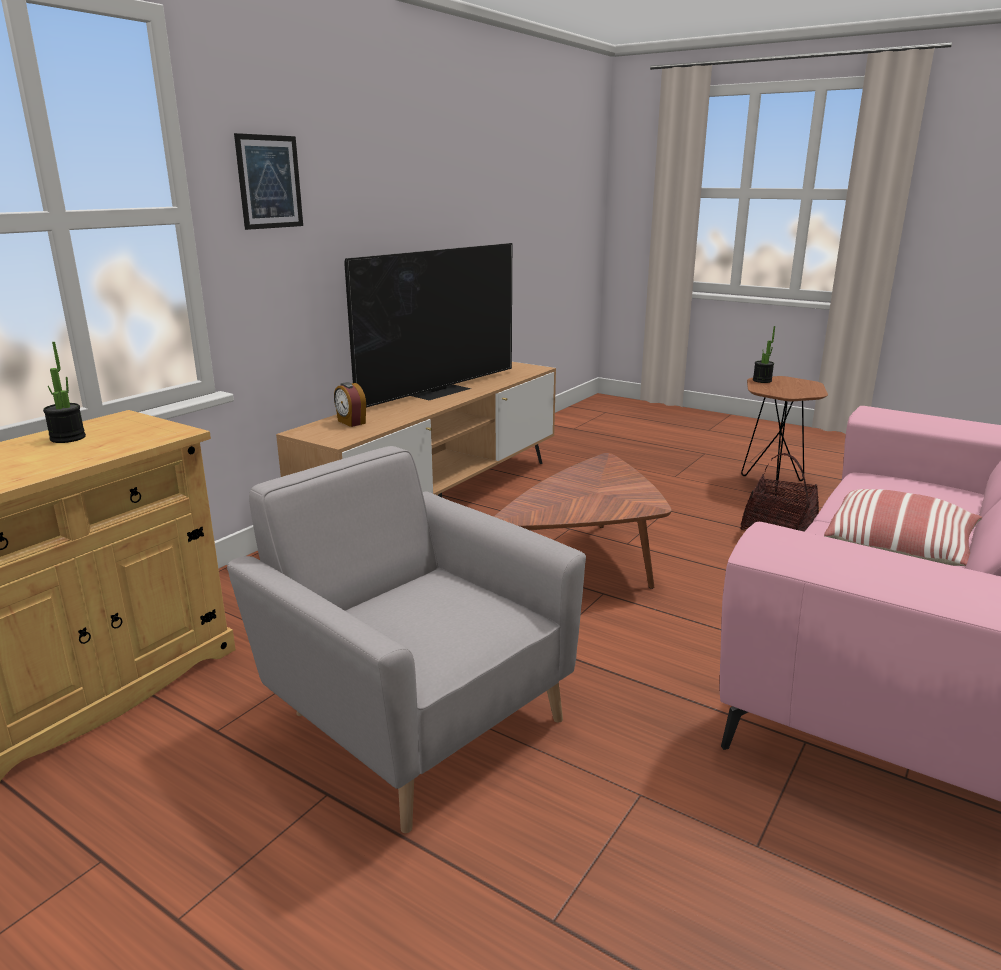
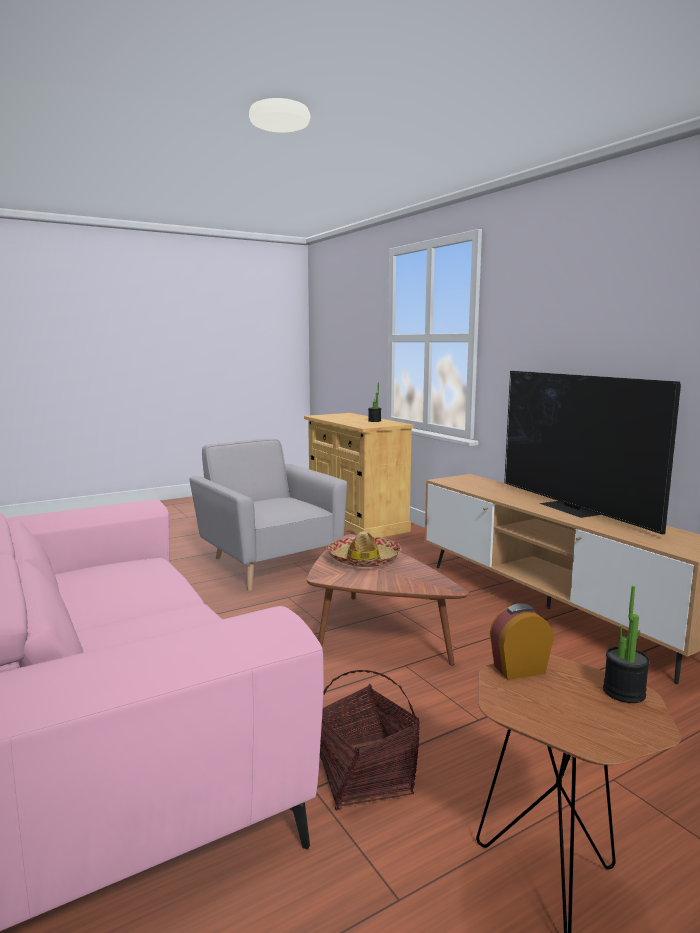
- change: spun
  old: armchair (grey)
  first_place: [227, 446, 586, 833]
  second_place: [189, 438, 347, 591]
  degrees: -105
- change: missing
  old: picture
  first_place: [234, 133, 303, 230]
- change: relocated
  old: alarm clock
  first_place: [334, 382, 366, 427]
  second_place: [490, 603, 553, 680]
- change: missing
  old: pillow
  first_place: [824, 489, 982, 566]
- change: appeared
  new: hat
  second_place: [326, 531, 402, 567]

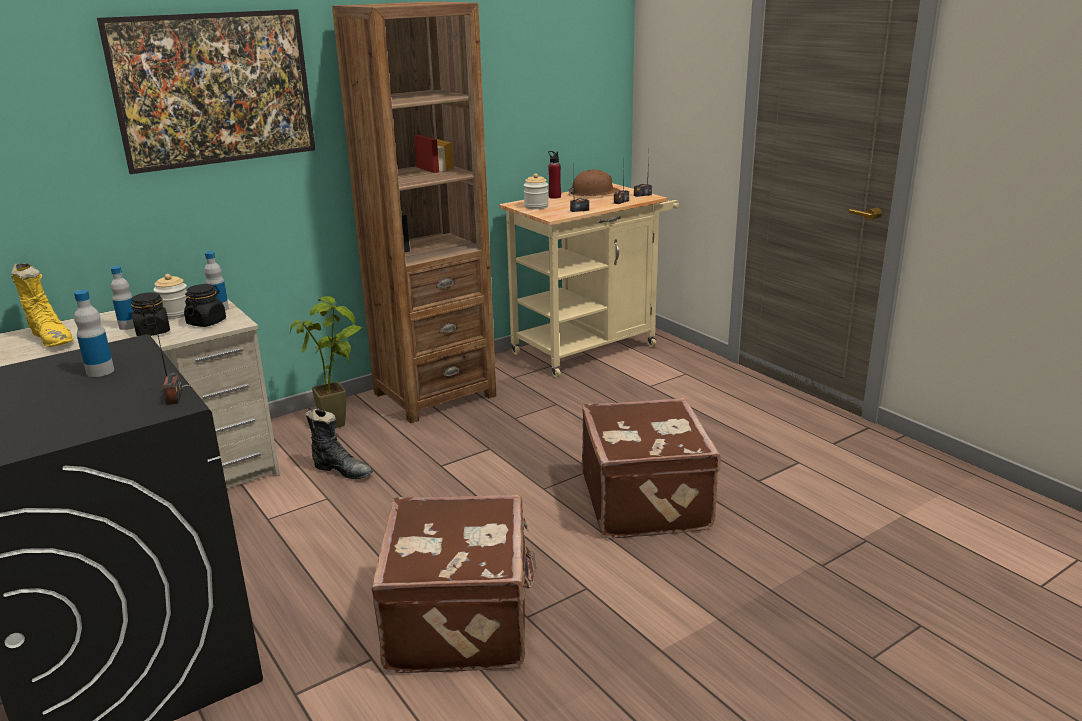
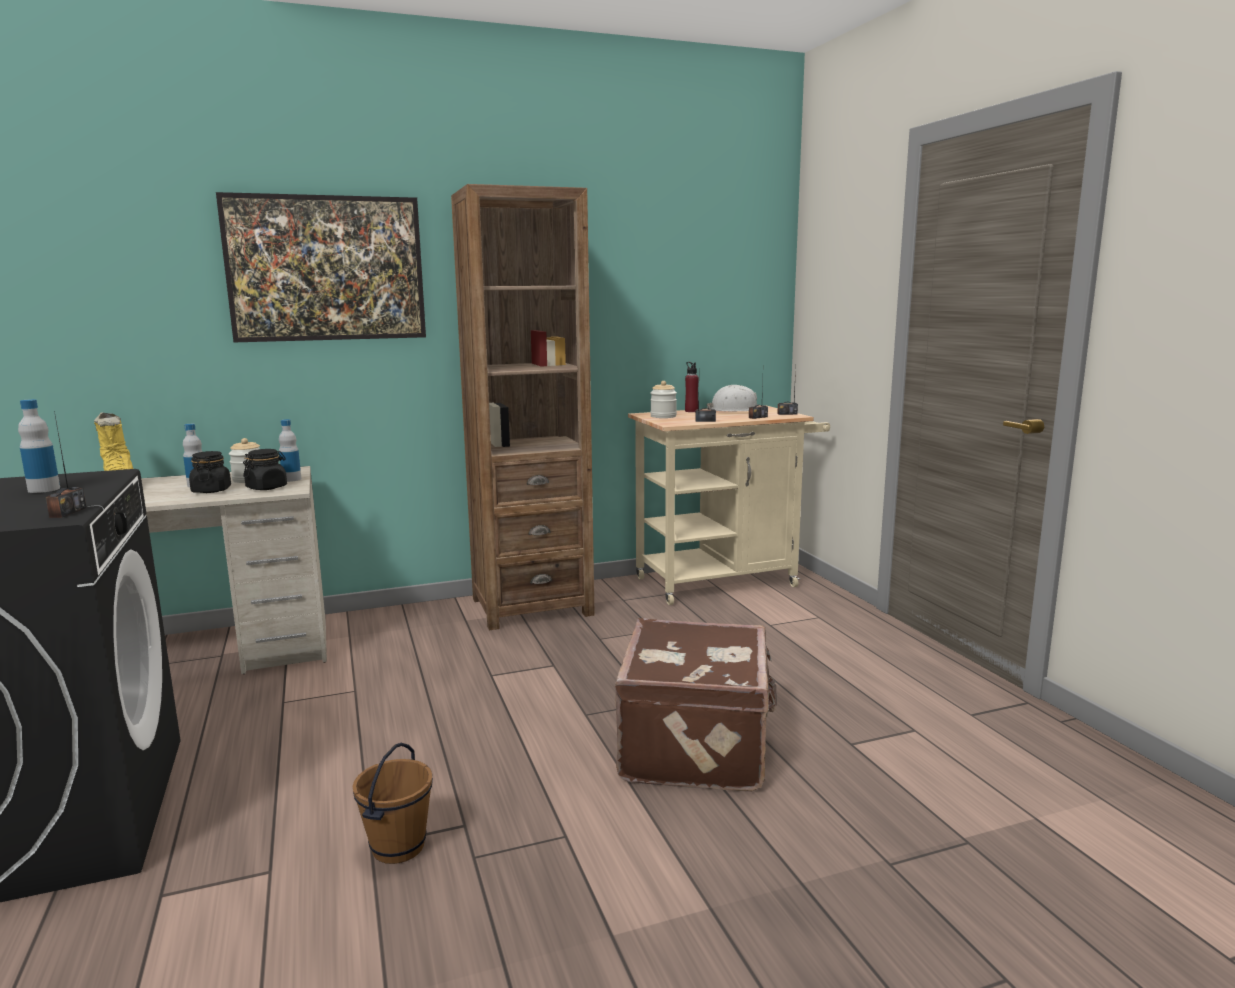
- change: missing
  old: potted plant
  first_place: [290, 296, 365, 428]
- change: missing
  old: boot (black)
  first_place: [305, 408, 373, 479]
- change: exchanged
  old: suitcase (brown)
  new: bucket (brown)
  first_place: [371, 494, 536, 673]
  second_place: [353, 743, 433, 864]
- change: colour
  old: hard hat (brown)
  new: hard hat (white)
  first_place: [569, 170, 621, 196]
  second_place: [707, 385, 757, 412]

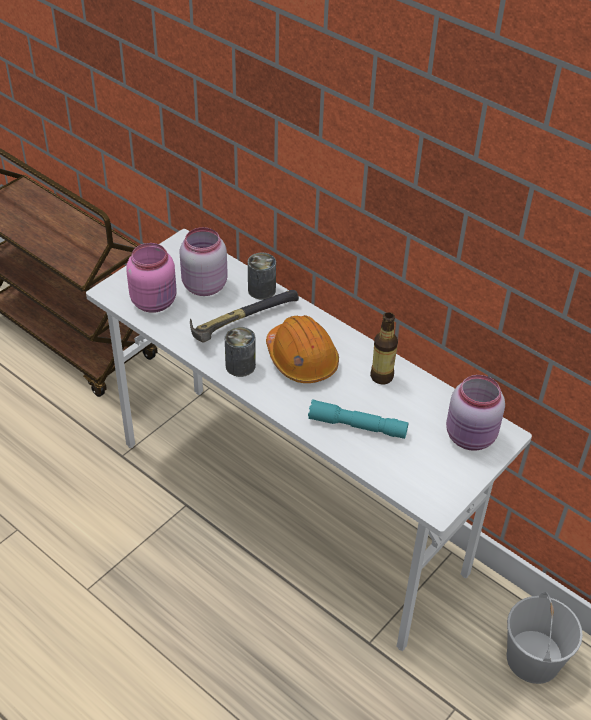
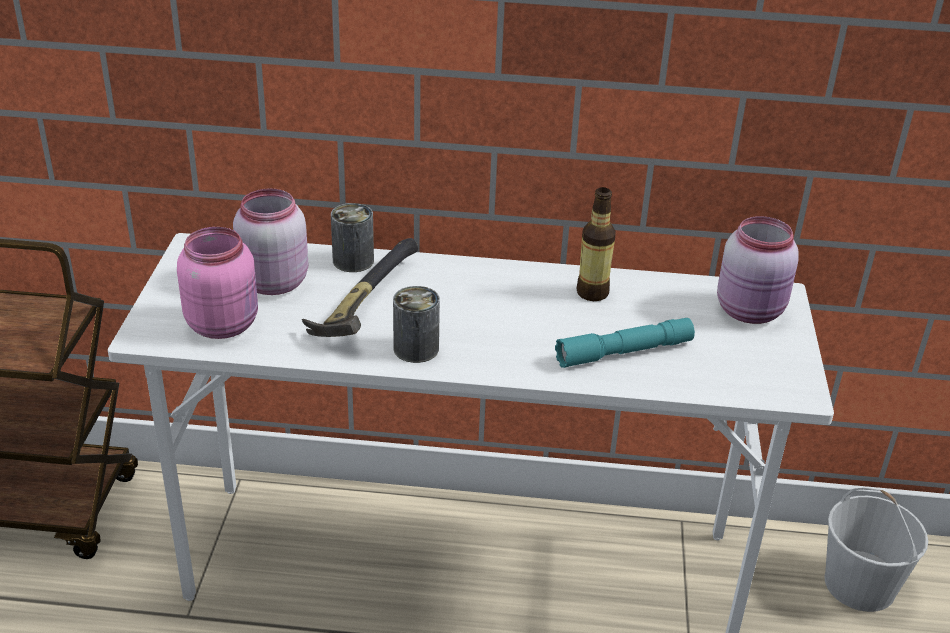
- change: missing
  old: hard hat (orange)
  first_place: [266, 315, 339, 383]

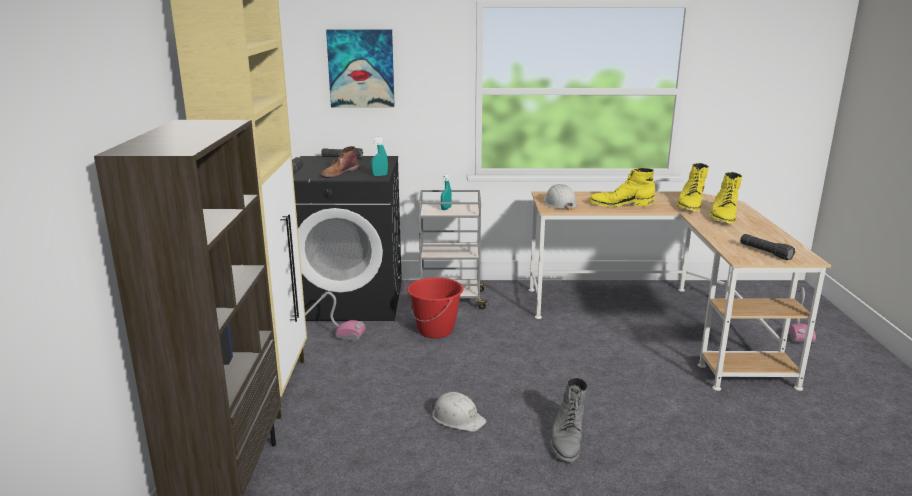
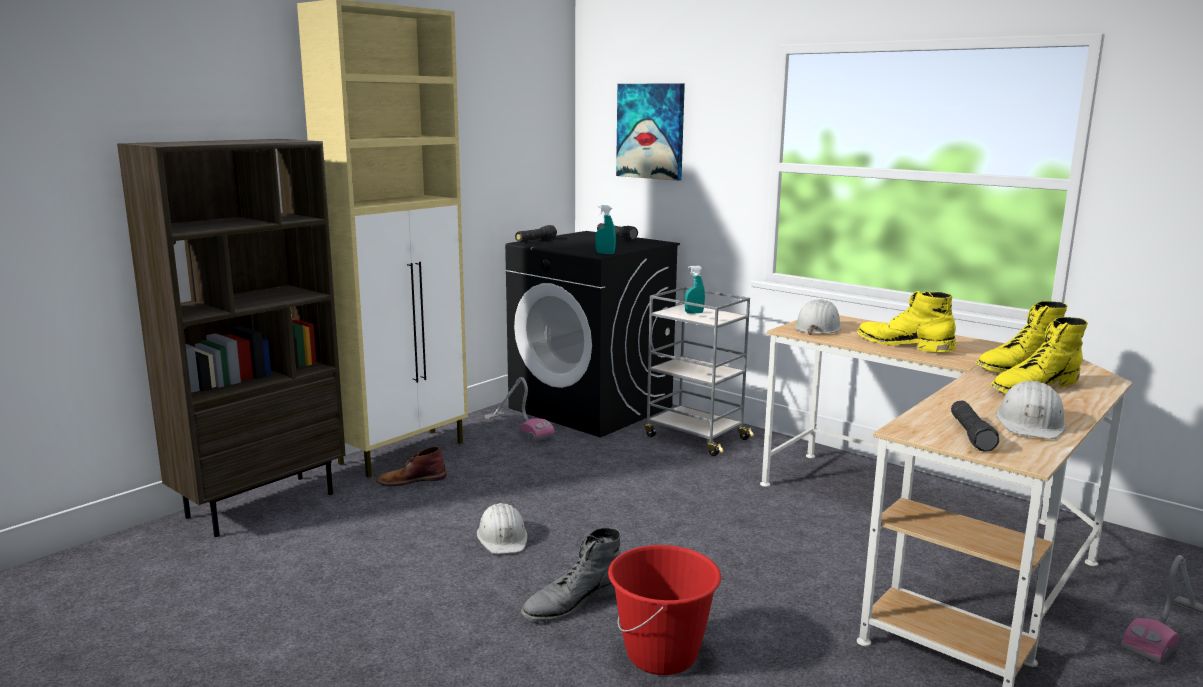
- change: relocated
  old: boot (brown)
  first_place: [320, 146, 359, 178]
  second_place: [376, 447, 447, 486]
- change: relocated
  old: bucket (red)
  first_place: [407, 277, 463, 338]
  second_place: [608, 545, 721, 675]
- change: appeared
  new: hard hat (white)
  second_place: [996, 380, 1066, 439]

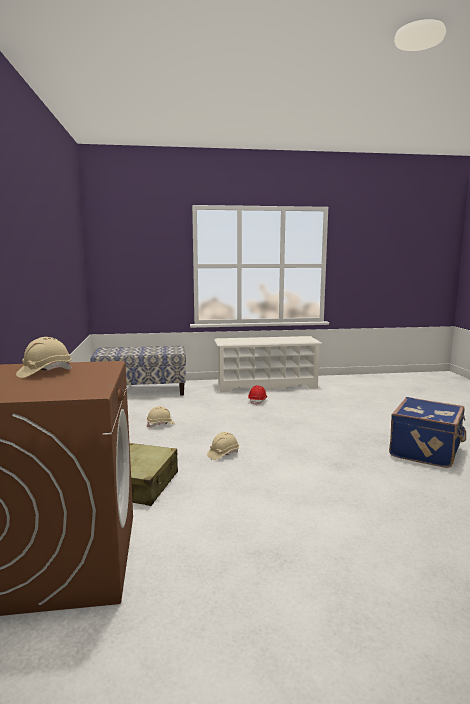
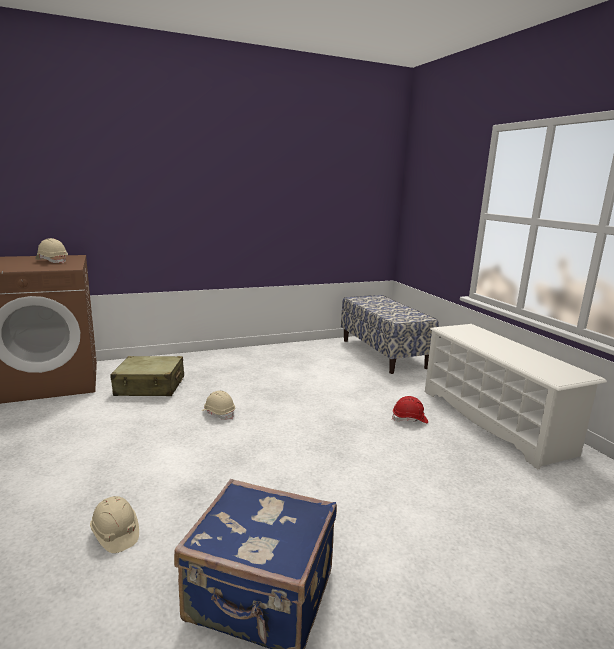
- change: relocated
  old: hard hat (beige)
  first_place: [147, 406, 175, 427]
  second_place: [90, 496, 139, 553]

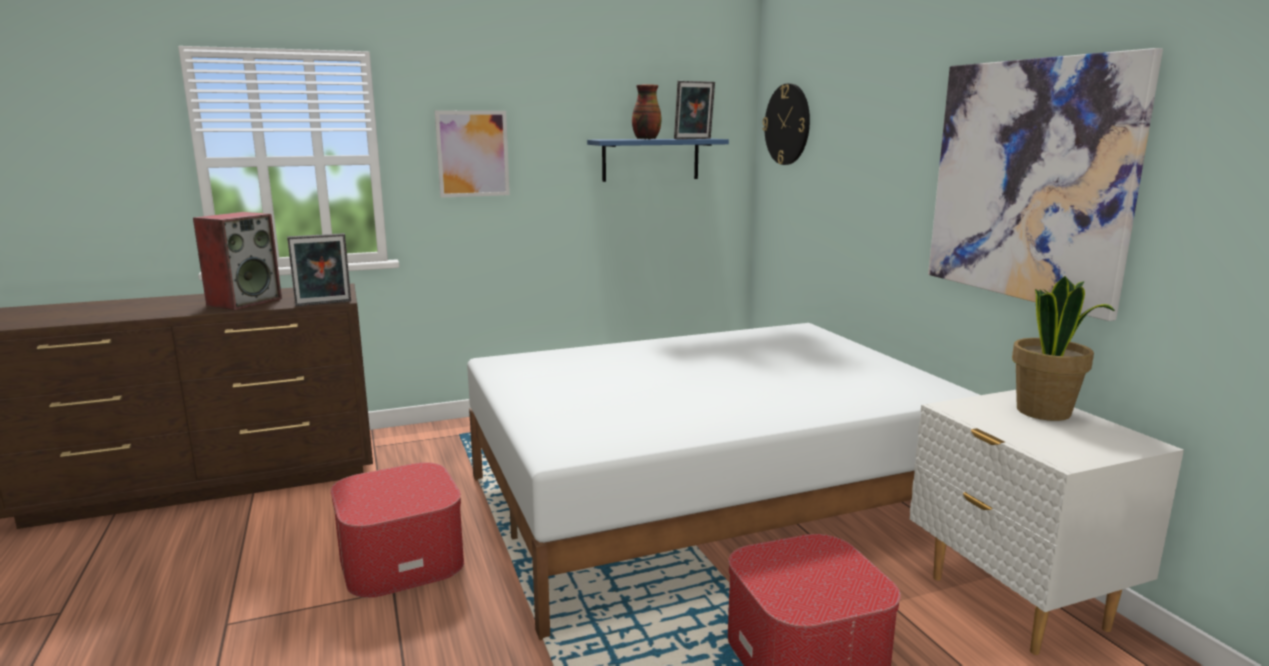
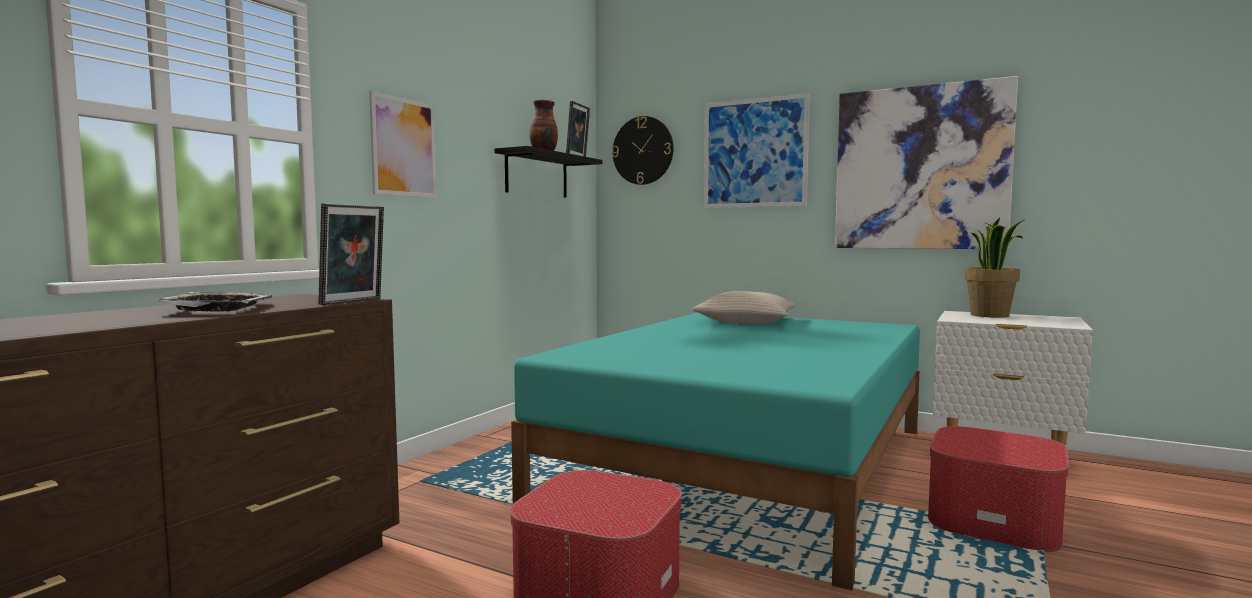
- change: exchanged
  old: speaker
  new: tray
  first_place: [193, 212, 282, 310]
  second_place: [157, 292, 272, 312]
- change: colour
  old: bed (white)
  new: bed (turquoise)
  first_place: [467, 323, 979, 640]
  second_place: [511, 313, 920, 591]
- change: colour
  old: shelf (blue)
  new: shelf (black)
  first_place: [587, 139, 729, 182]
  second_place: [494, 146, 602, 198]
- change: appeared
  new: pillow (beige)
  second_place: [693, 291, 795, 324]
- change: appeared
  new: picture
  second_place: [704, 93, 810, 208]

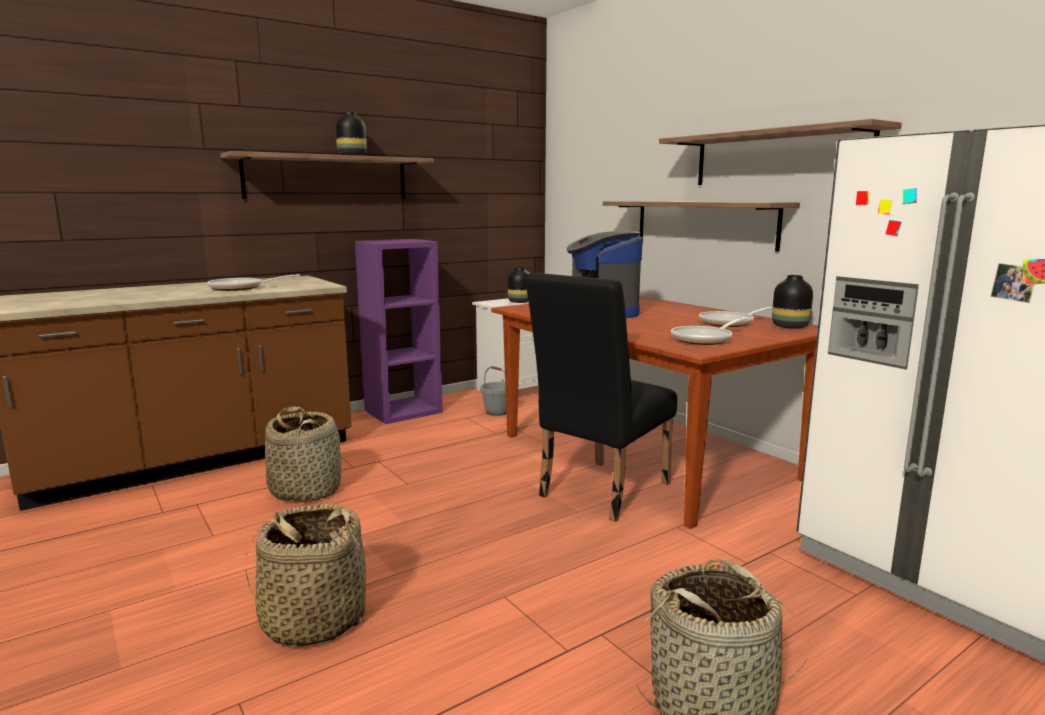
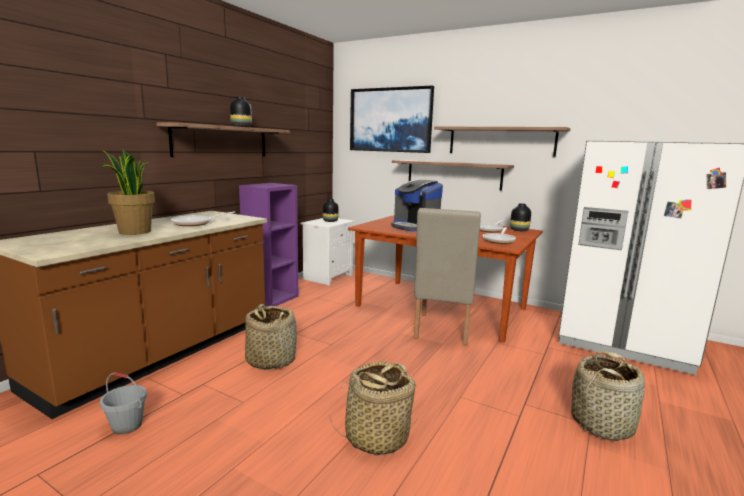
- change: relocated
  old: bucket (grey)
  first_place: [480, 366, 506, 416]
  second_place: [100, 372, 147, 435]
- change: colour
  old: chair (black)
  new: chair (beige)
  first_place: [525, 273, 677, 522]
  second_place: [414, 208, 481, 346]
- change: appeared
  new: potted plant
  second_place: [101, 149, 155, 235]
- change: appeared
  new: picture
  second_place: [350, 86, 434, 153]

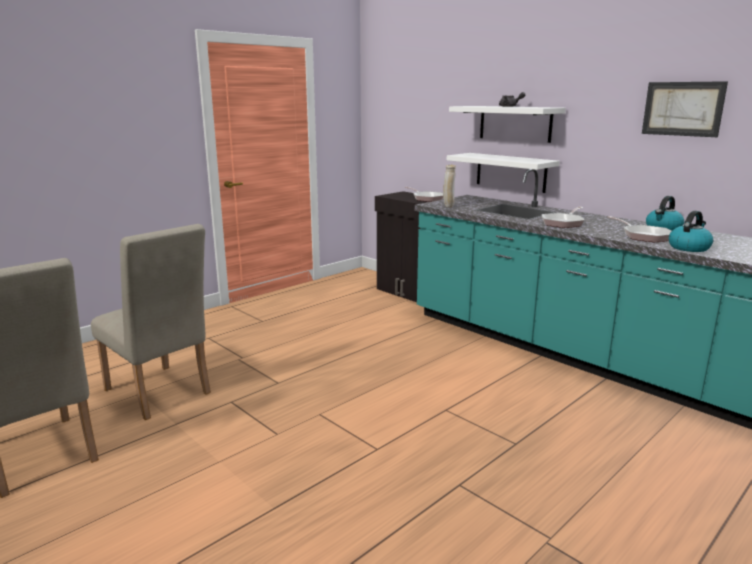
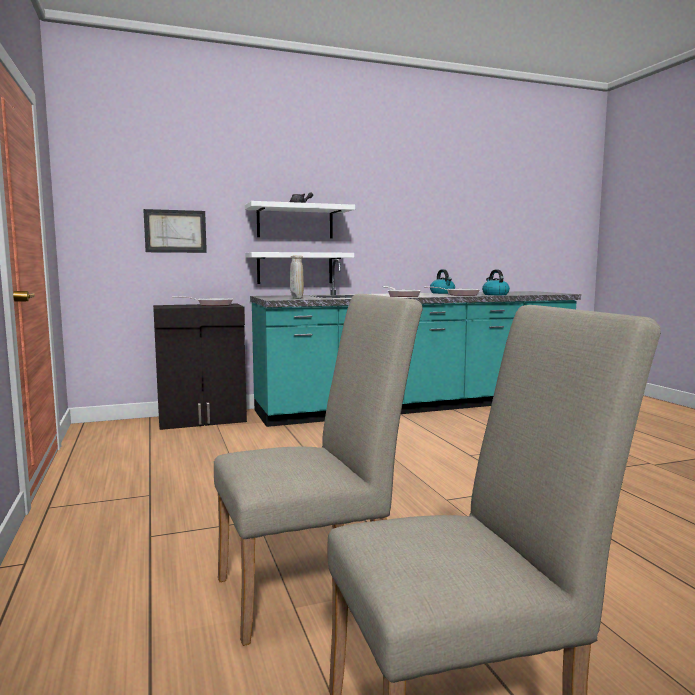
- change: relocated
  old: picture
  first_place: [642, 81, 728, 137]
  second_place: [143, 209, 207, 253]

